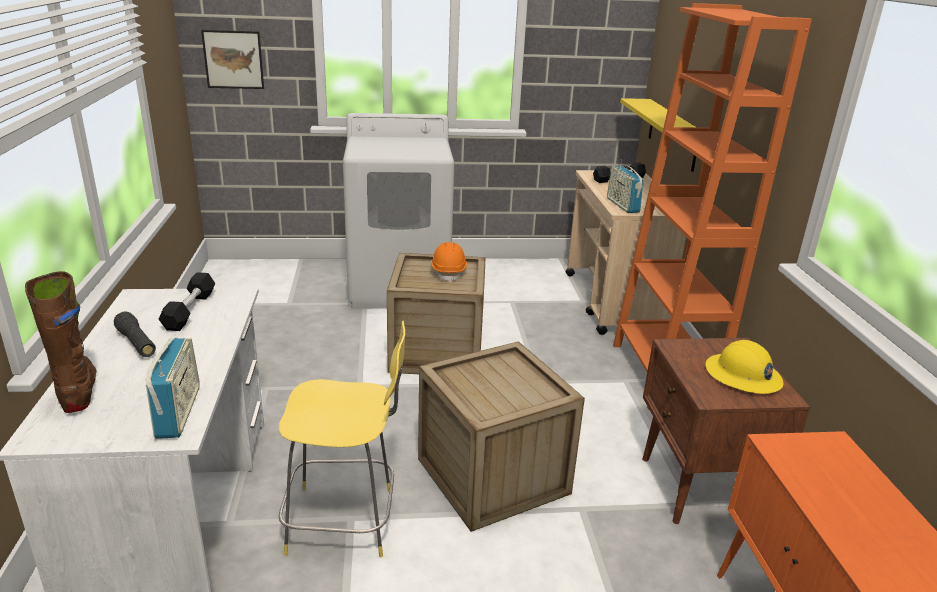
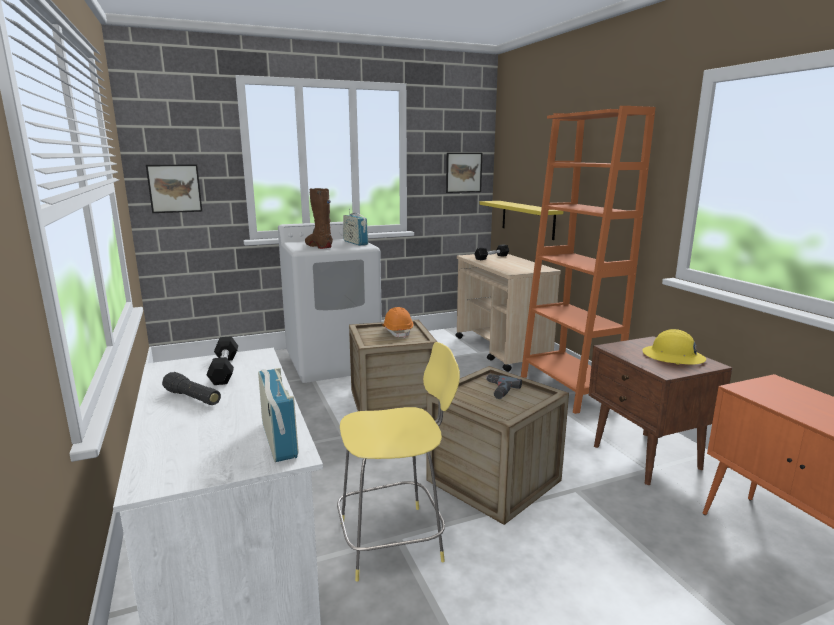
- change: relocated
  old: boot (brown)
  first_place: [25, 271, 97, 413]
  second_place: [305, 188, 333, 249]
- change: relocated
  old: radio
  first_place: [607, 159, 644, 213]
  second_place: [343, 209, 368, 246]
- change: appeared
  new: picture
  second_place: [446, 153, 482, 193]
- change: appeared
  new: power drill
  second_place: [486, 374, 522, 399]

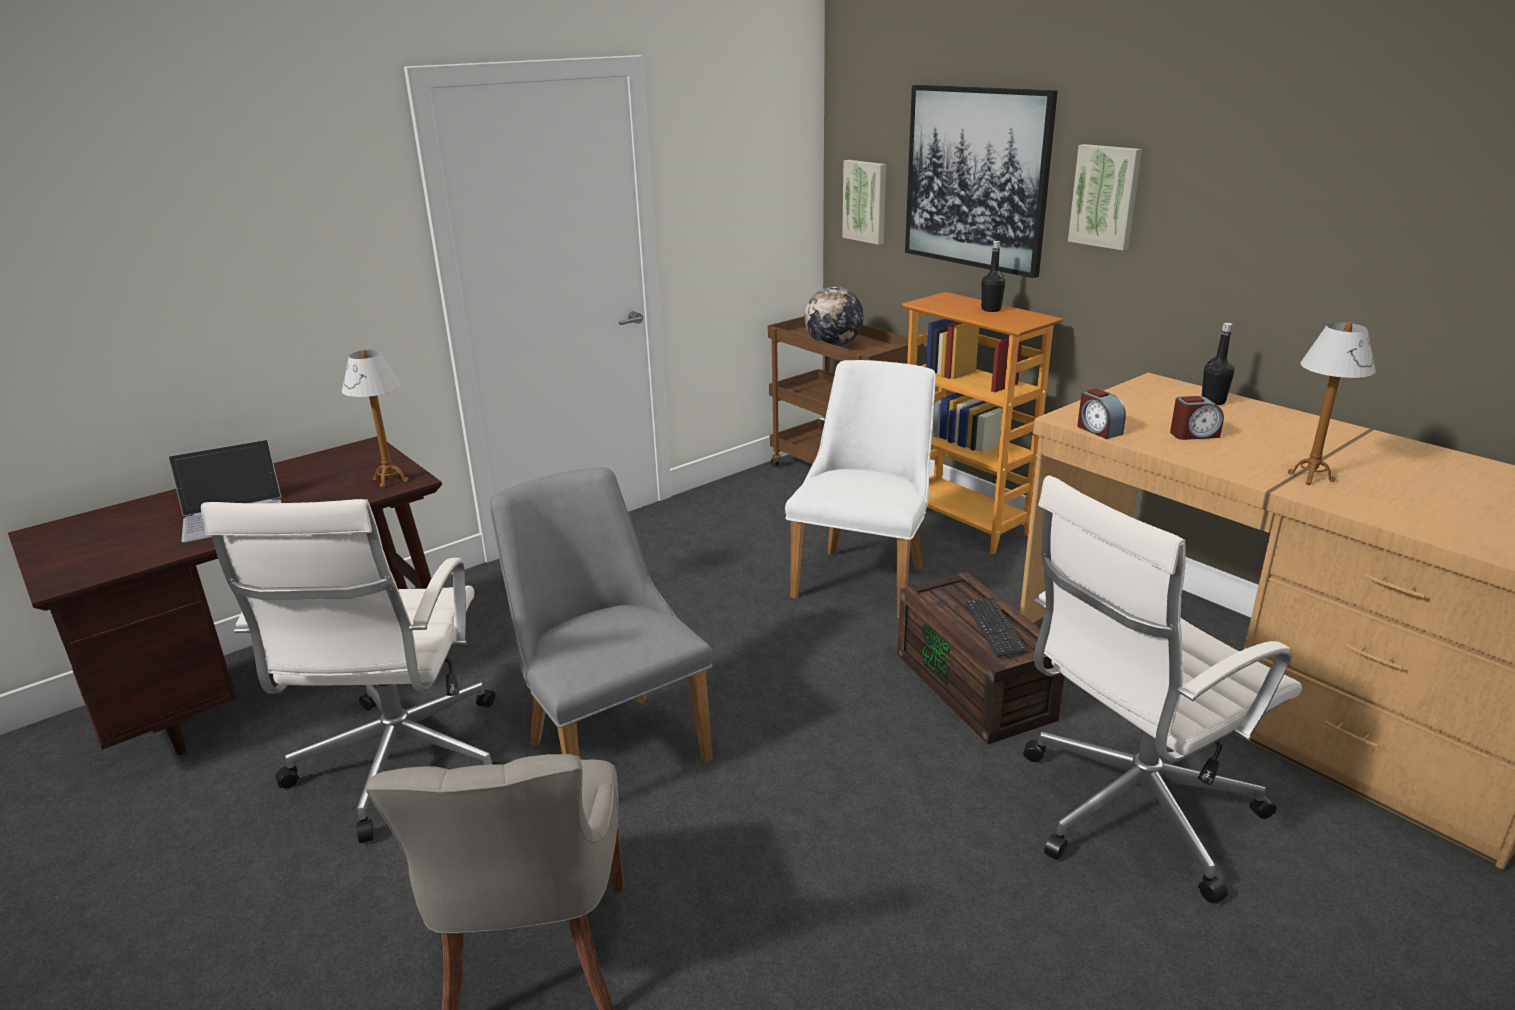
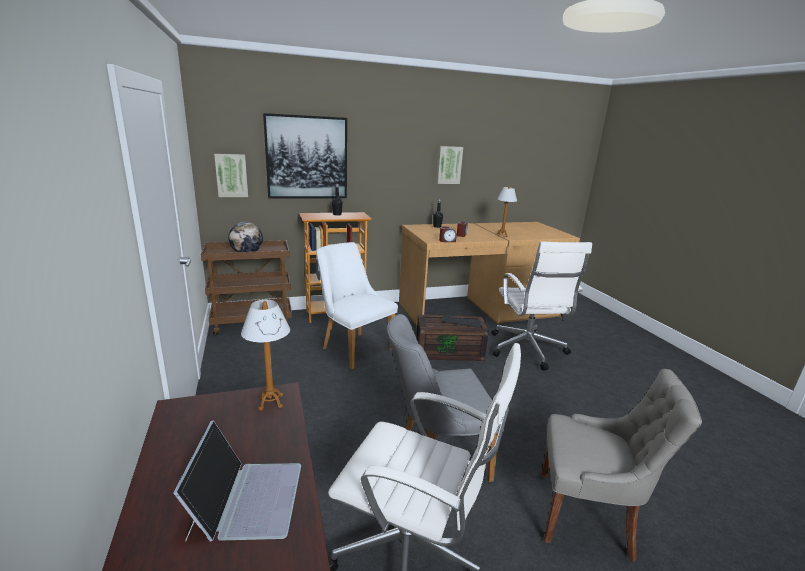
- change: relocated
  old: picture
  first_place: [1068, 144, 1142, 250]
  second_place: [437, 146, 463, 184]

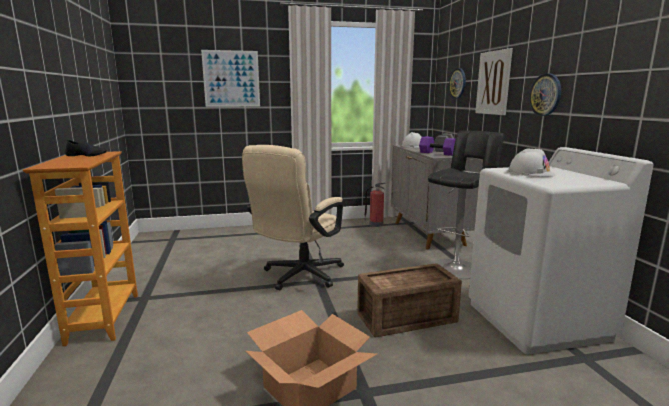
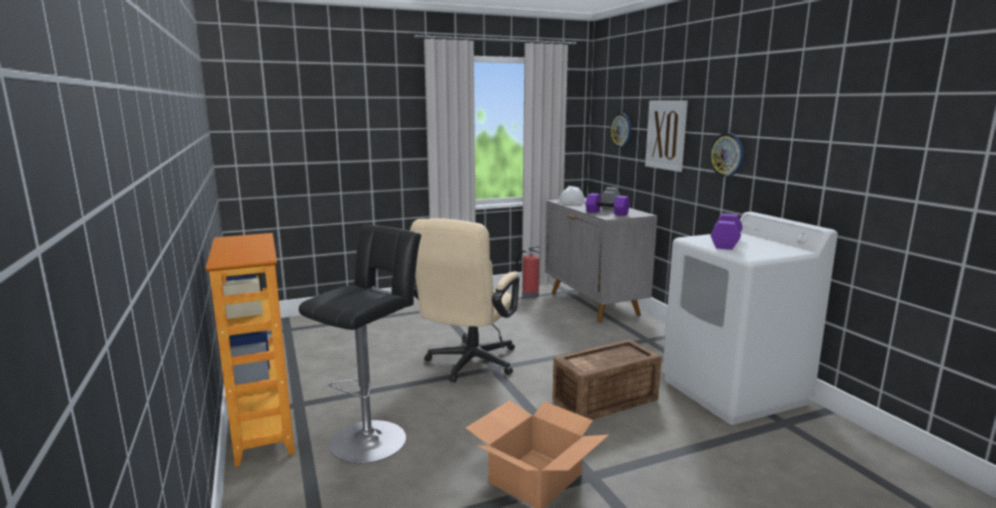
- change: missing
  old: shoe (black)
  first_place: [65, 140, 107, 156]
- change: missing
  old: picture
  first_place: [201, 50, 260, 107]
- change: relocated
  old: stool (black)
  first_place: [428, 130, 505, 279]
  second_place: [299, 225, 421, 464]
- change: exchanged
  old: hard hat (white)
  new: dumbbell (purple)
  first_place: [507, 148, 555, 177]
  second_place: [710, 213, 743, 250]

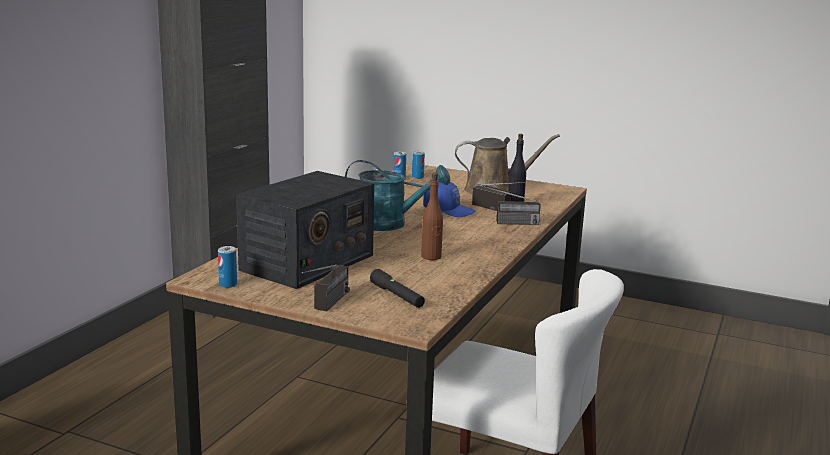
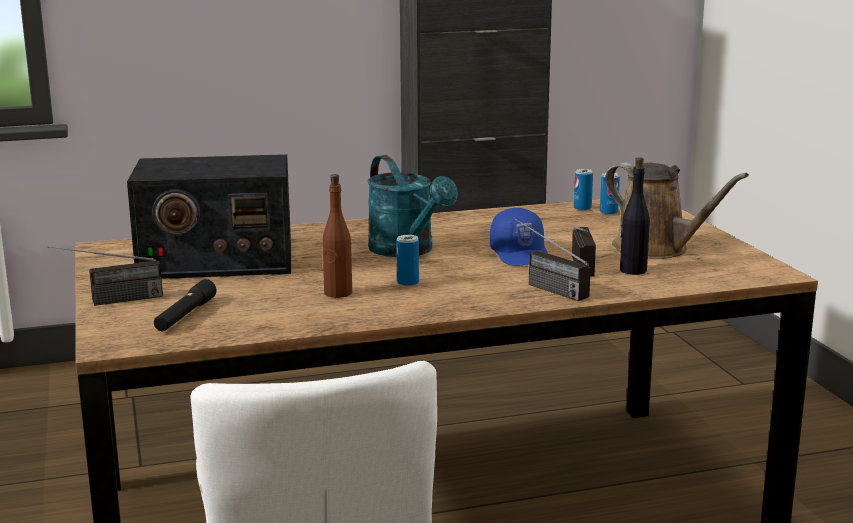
- change: relocated
  old: can
  first_place: [218, 246, 237, 288]
  second_place: [397, 235, 419, 286]

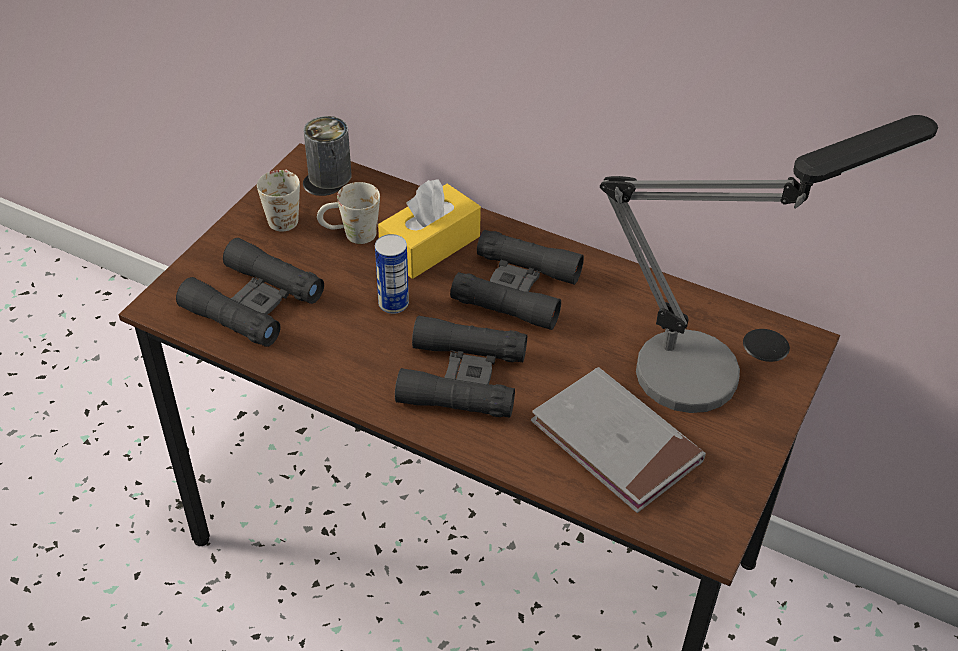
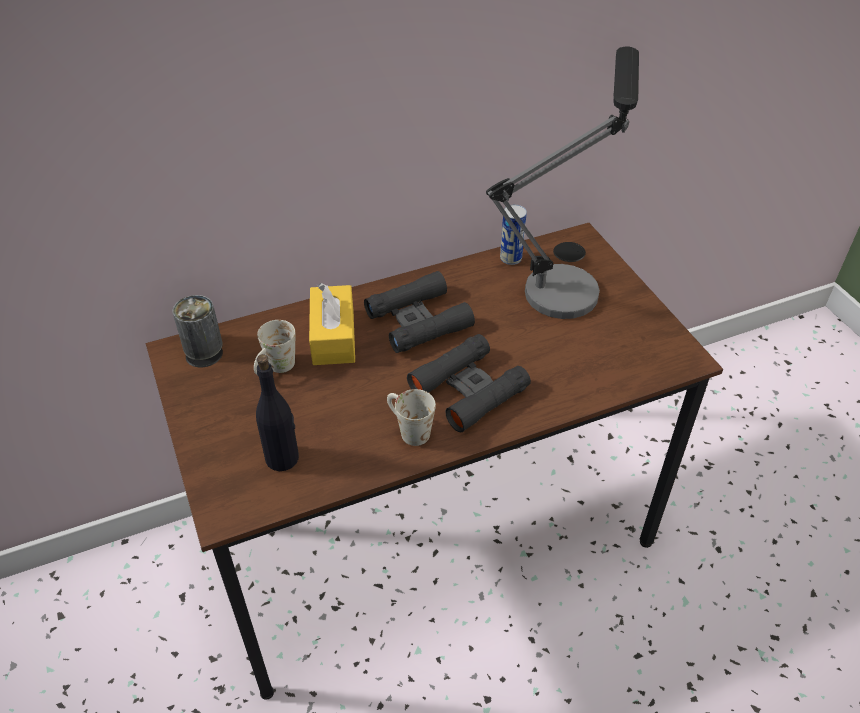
- change: exchanged
  old: binoculars (black)
  new: bottle (black)
  first_place: [176, 238, 324, 347]
  second_place: [256, 354, 299, 471]
- change: relocated
  old: mug (white)
  first_place: [257, 170, 300, 231]
  second_place: [387, 389, 436, 446]
- change: relocated
  old: can
  first_place: [375, 234, 409, 314]
  second_place: [500, 205, 527, 265]
- change: missing
  old: book (grey)
  first_place: [531, 367, 706, 513]

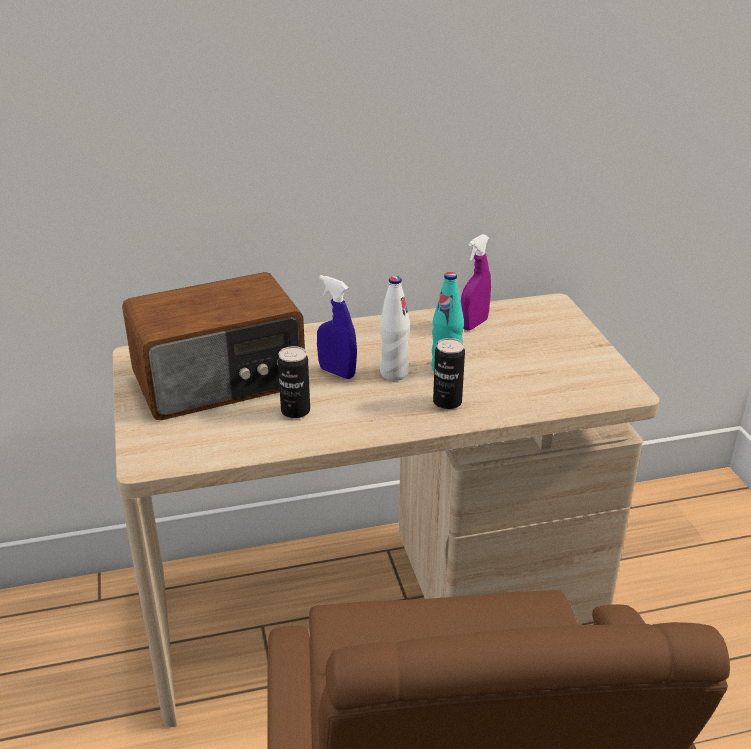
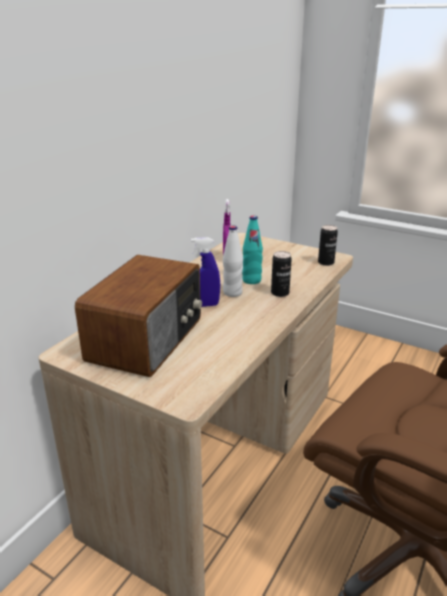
- change: relocated
  old: can
  first_place: [278, 346, 310, 419]
  second_place: [318, 225, 338, 266]

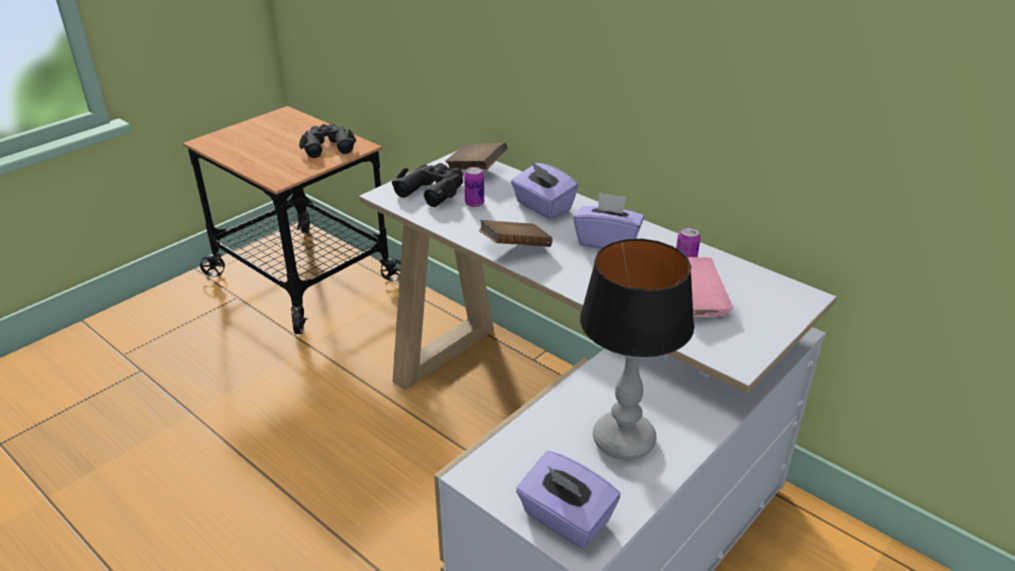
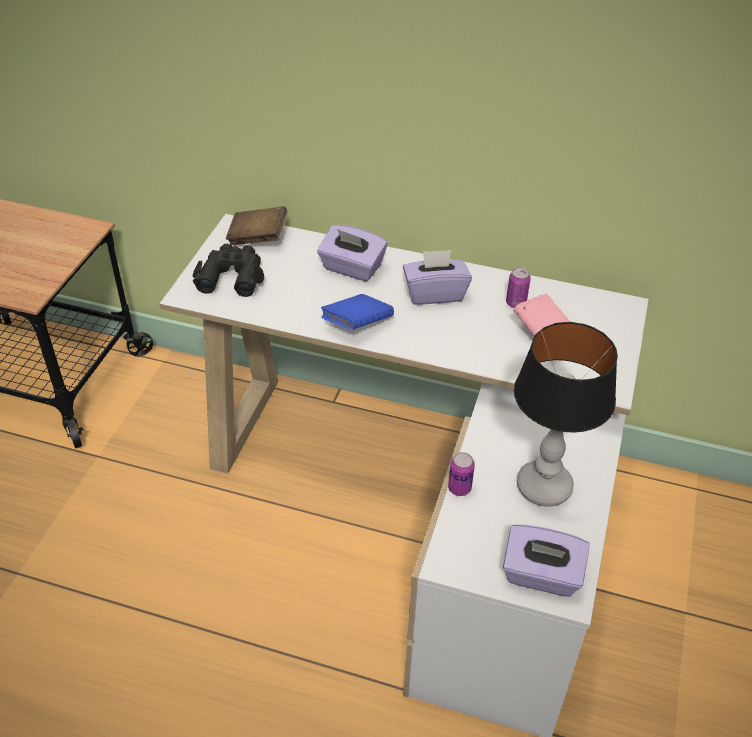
- change: missing
  old: binoculars (black)
  first_place: [299, 124, 356, 158]
- change: relocated
  old: can
  first_place: [464, 167, 484, 207]
  second_place: [448, 452, 475, 496]
- change: colour
  old: book (brown)
  new: book (blue)
  first_place: [479, 220, 552, 247]
  second_place: [321, 294, 394, 330]

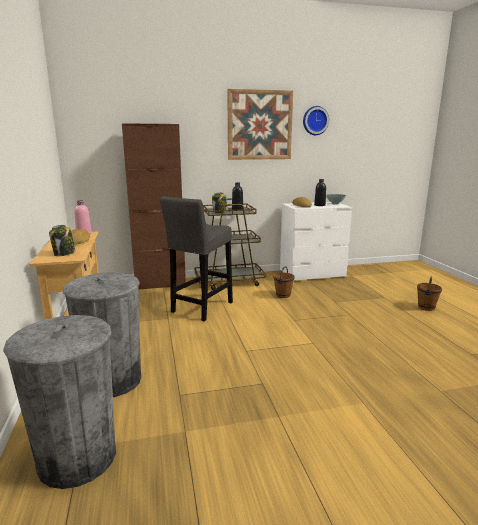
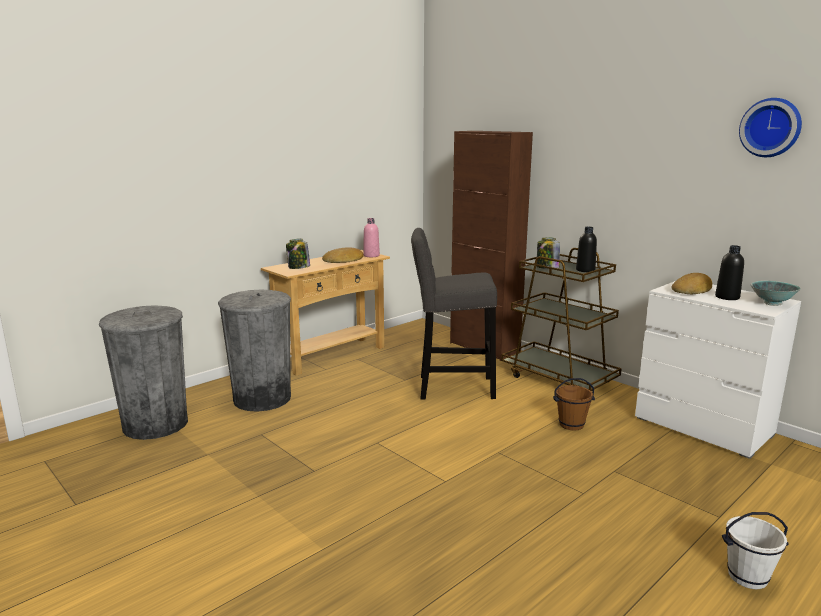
- change: missing
  old: picture
  first_place: [227, 89, 293, 160]
- change: colour
  old: bucket (brown)
  new: bucket (white)
  first_place: [417, 277, 442, 311]
  second_place: [722, 512, 789, 589]

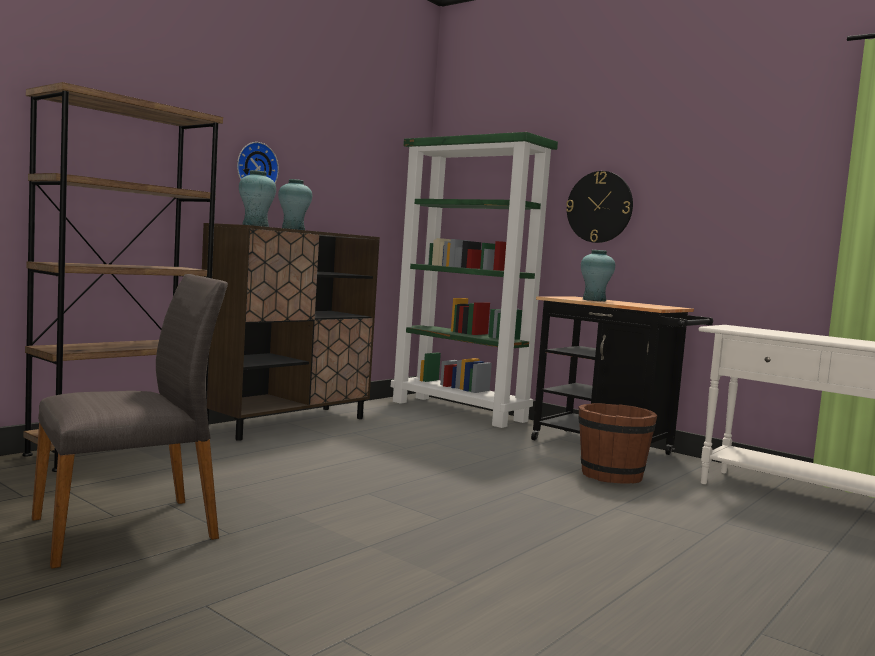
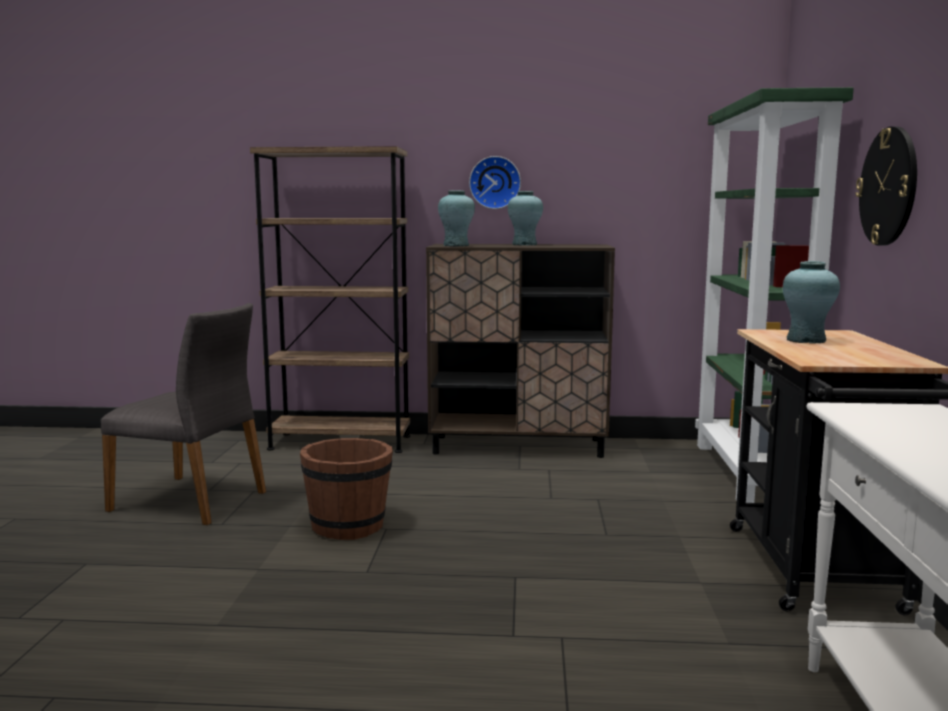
- change: relocated
  old: bucket (brown)
  first_place: [578, 403, 657, 484]
  second_place: [300, 438, 393, 540]

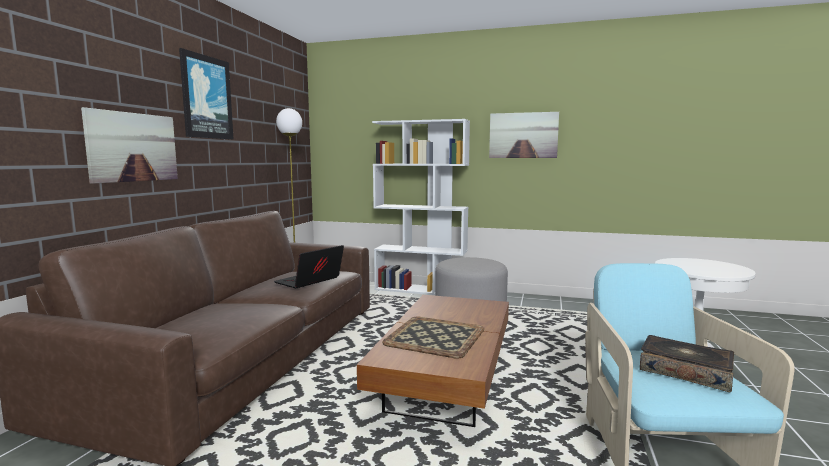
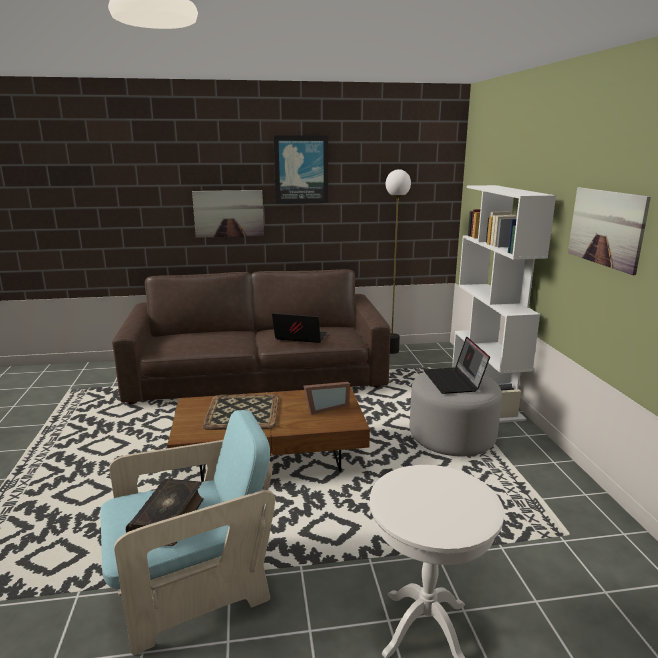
- change: appeared
  new: picture frame
  second_place: [304, 382, 350, 415]
- change: appeared
  new: laptop
  second_place: [424, 337, 490, 394]

